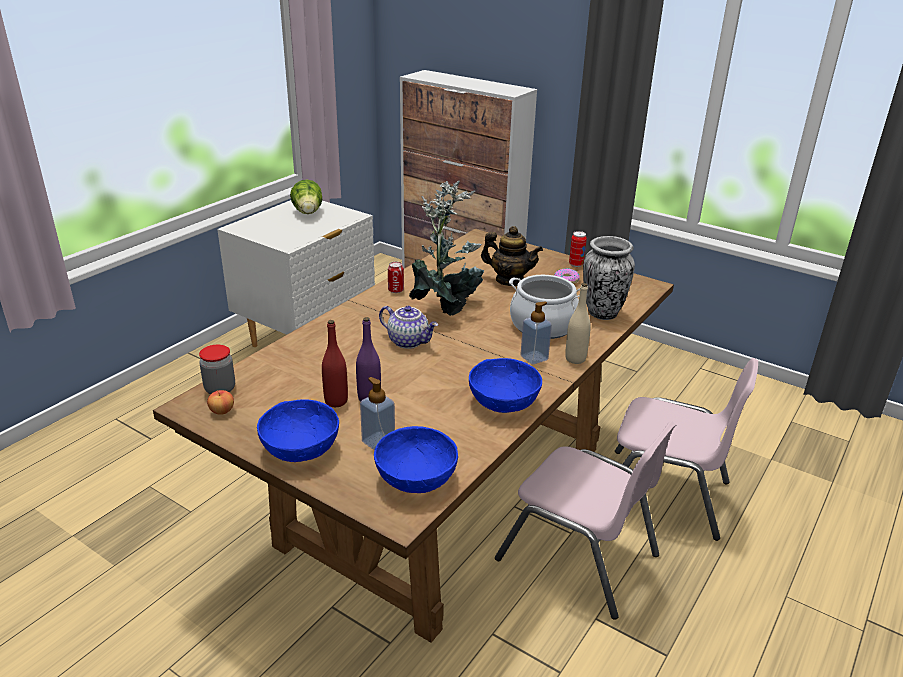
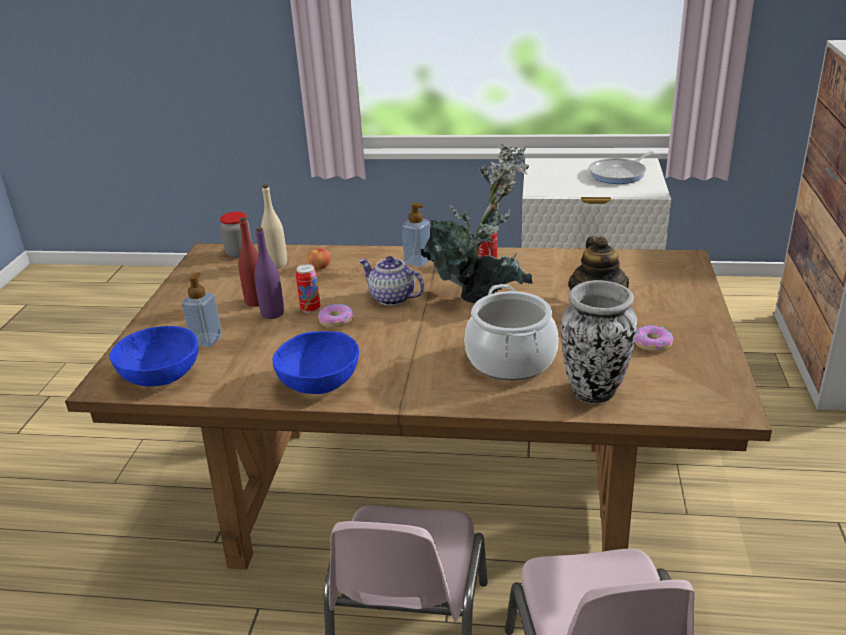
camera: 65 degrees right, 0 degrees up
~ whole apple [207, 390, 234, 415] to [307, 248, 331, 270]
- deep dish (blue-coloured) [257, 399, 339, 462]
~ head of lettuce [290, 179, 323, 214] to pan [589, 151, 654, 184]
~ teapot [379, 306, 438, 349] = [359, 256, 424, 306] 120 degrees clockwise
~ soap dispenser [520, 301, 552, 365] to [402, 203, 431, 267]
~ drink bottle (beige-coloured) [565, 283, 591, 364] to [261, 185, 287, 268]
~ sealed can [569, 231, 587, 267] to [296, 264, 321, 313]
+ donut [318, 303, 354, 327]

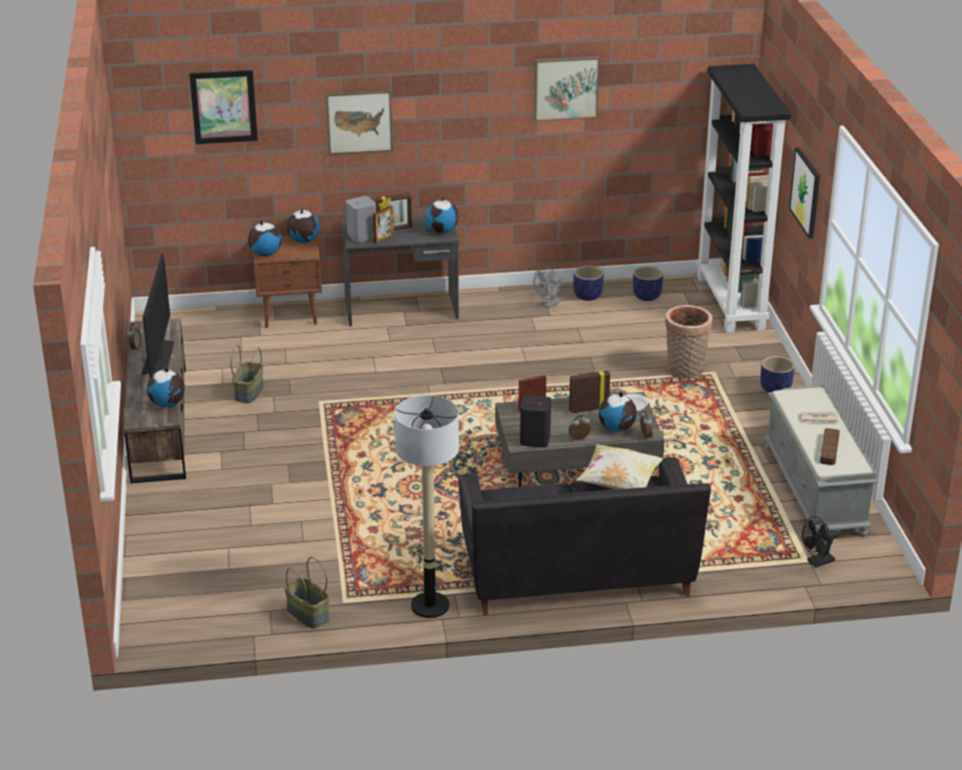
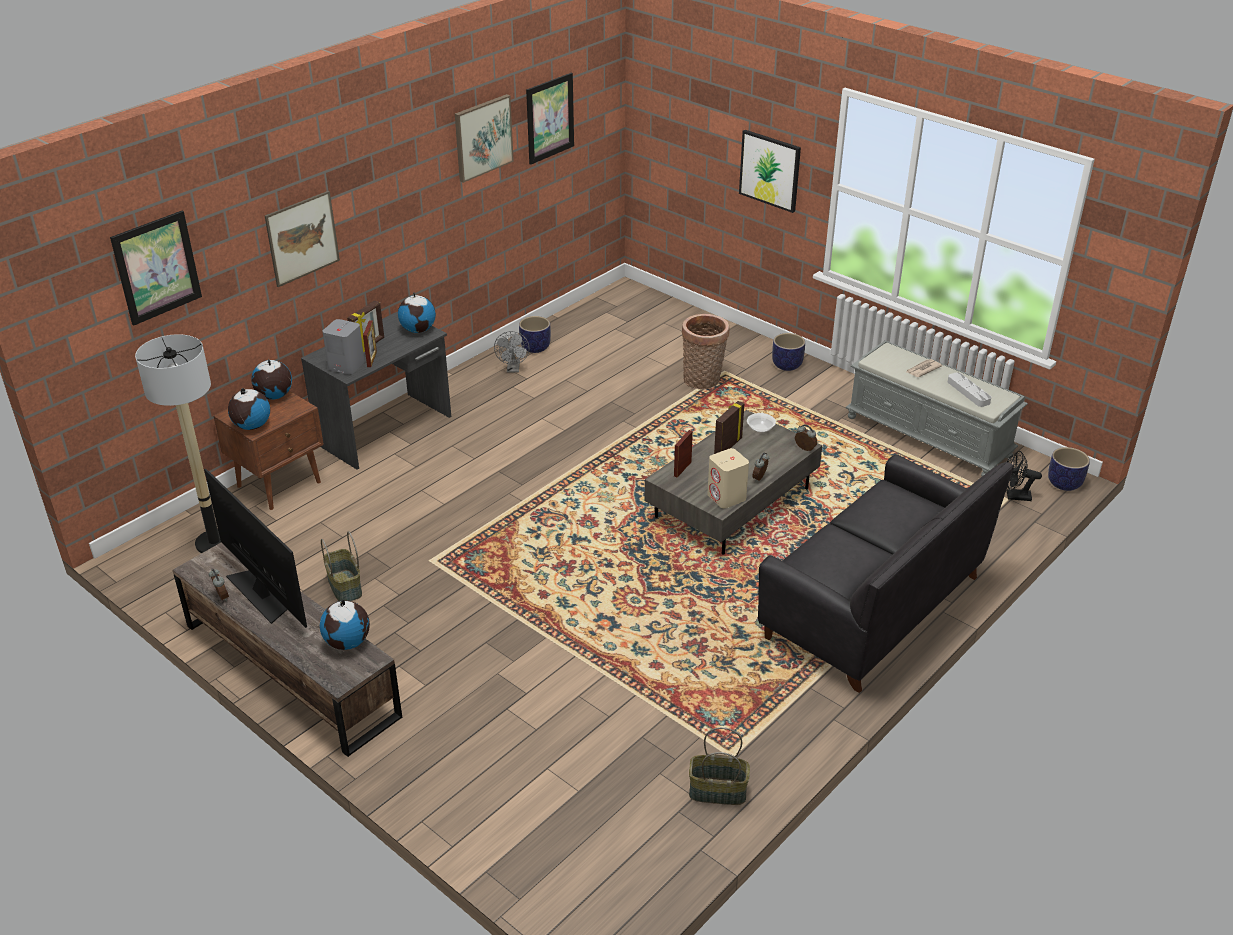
camera: 40 degrees left, 5 degrees up
~ floor lamp [394, 395, 459, 618] to [135, 334, 221, 553]
~ loudspeaker (blackish) [520, 395, 551, 448] to loudspeaker (beige-coloured) [708, 448, 749, 508]
- cushion [576, 444, 664, 489]
- desk globe [599, 392, 637, 432]
~ planter [633, 266, 663, 301] to [1048, 447, 1090, 491]
- bookcase (blackish) [696, 64, 791, 333]
~ electric fan (blackish) [802, 516, 839, 568] = [1006, 451, 1042, 501] 75 degrees clockwise
~ tray (brown) [820, 428, 840, 465] to tray (greyish) [948, 372, 991, 407]
+ picture [526, 73, 574, 165]

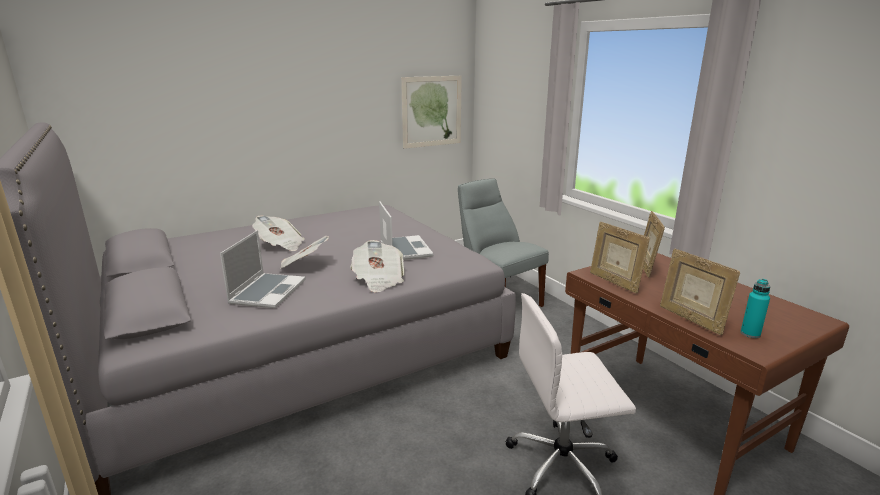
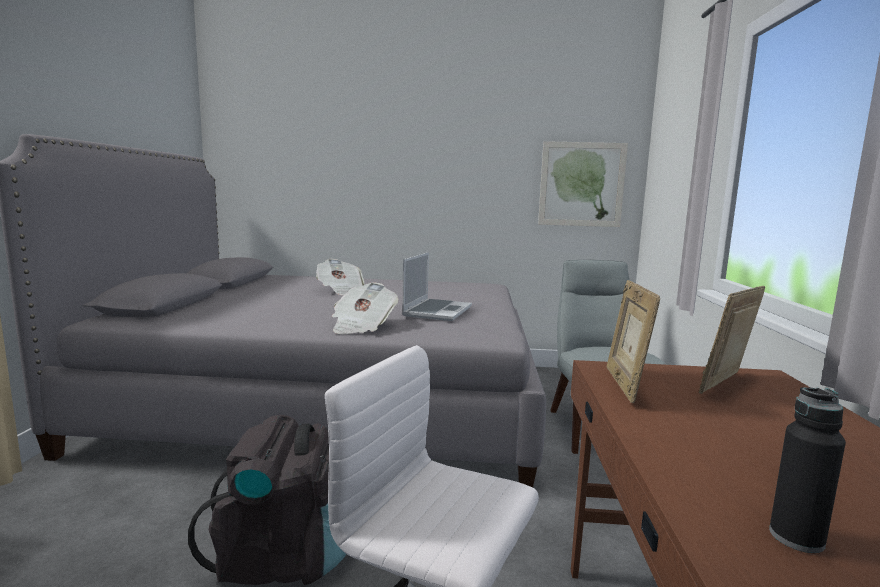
camera: 35 degrees right, 10 degrees down
- portable computer [220, 230, 306, 308]
- printed paper [280, 236, 329, 269]
- picture frame [660, 249, 740, 335]
~ drink bottle (turquoise) [741, 279, 770, 338] to drink bottle (blackish) [769, 387, 846, 553]
+ knapsack (blackish) [188, 415, 346, 585]

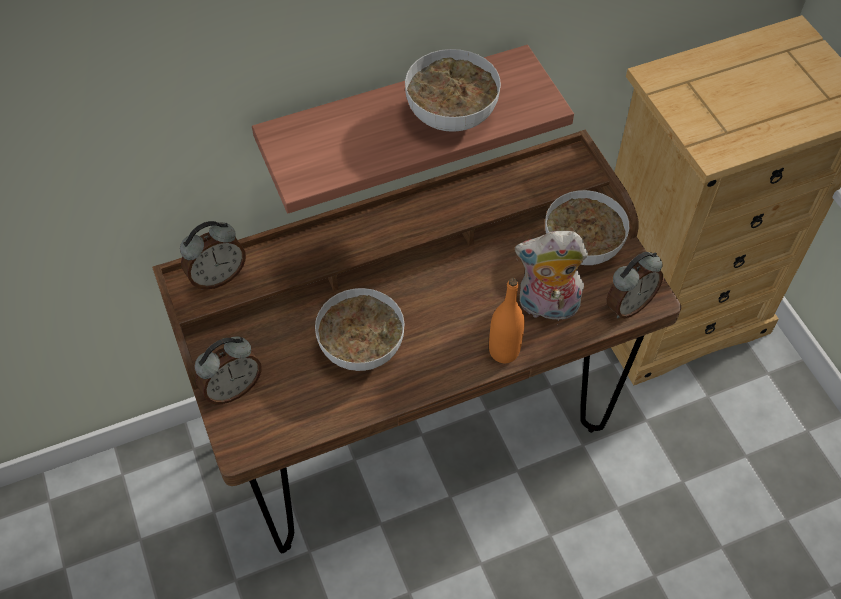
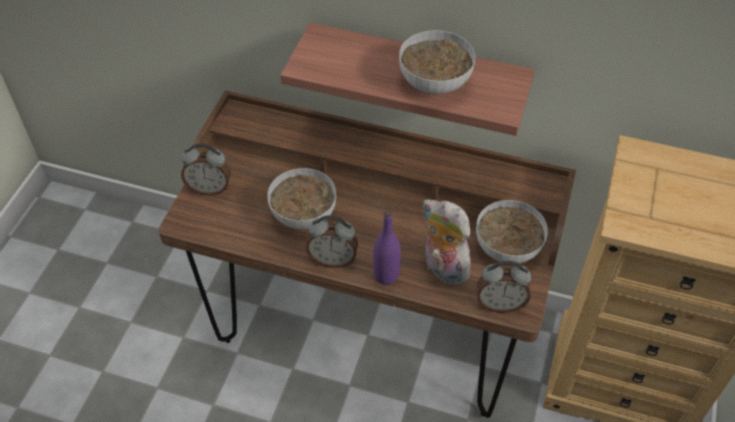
camera: 40 degrees right, 5 degrees down
~ alarm clock [180, 221, 246, 290] to [306, 215, 358, 268]
~ drink bottle (orange-coloured) [489, 278, 525, 363] to drink bottle (purplish) [373, 210, 401, 285]

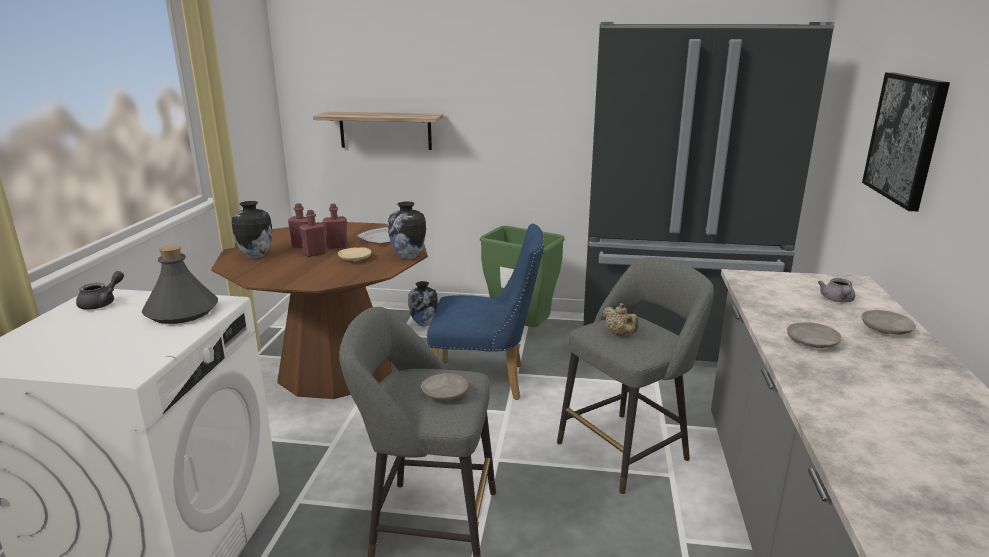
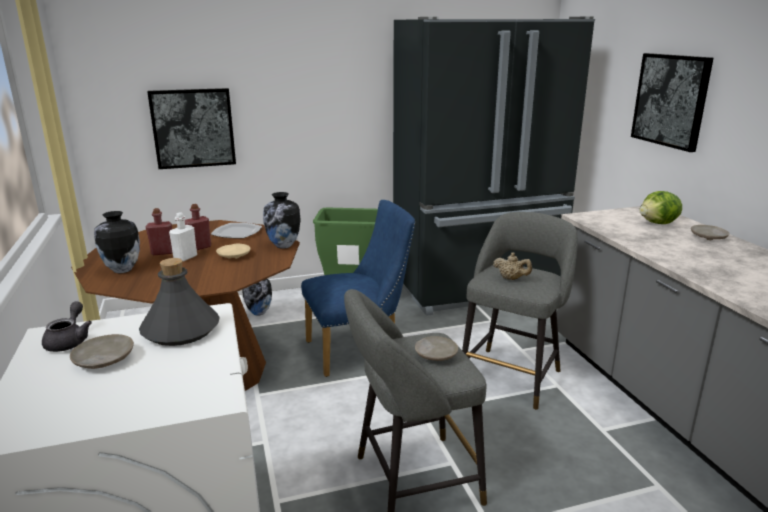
camera: 25 degrees left, 0 degrees up
~ drink bottle (reddish) [300, 210, 326, 257] to drink bottle (white) [169, 212, 197, 262]
~ wall shelf [313, 112, 444, 150] to picture [147, 88, 236, 169]
~ dinner plate (beige-coloured) [787, 322, 842, 348] to [70, 334, 134, 369]
~ teapot (greyish) [818, 278, 855, 302] to head of lettuce [639, 191, 682, 224]

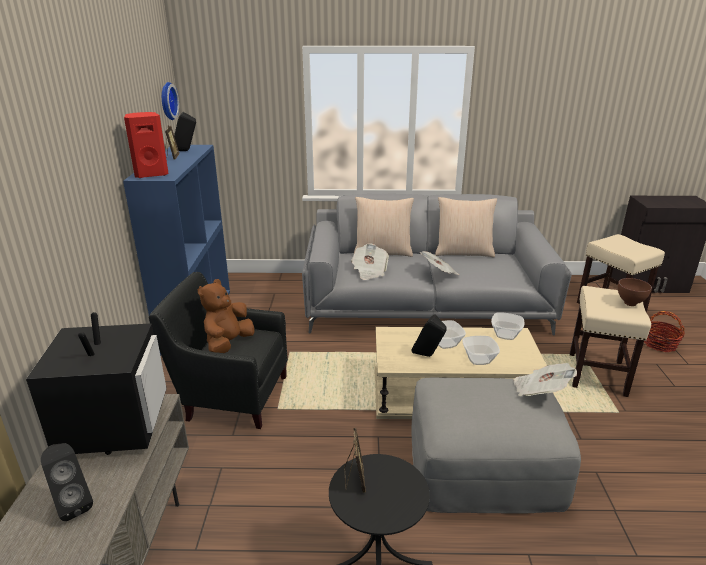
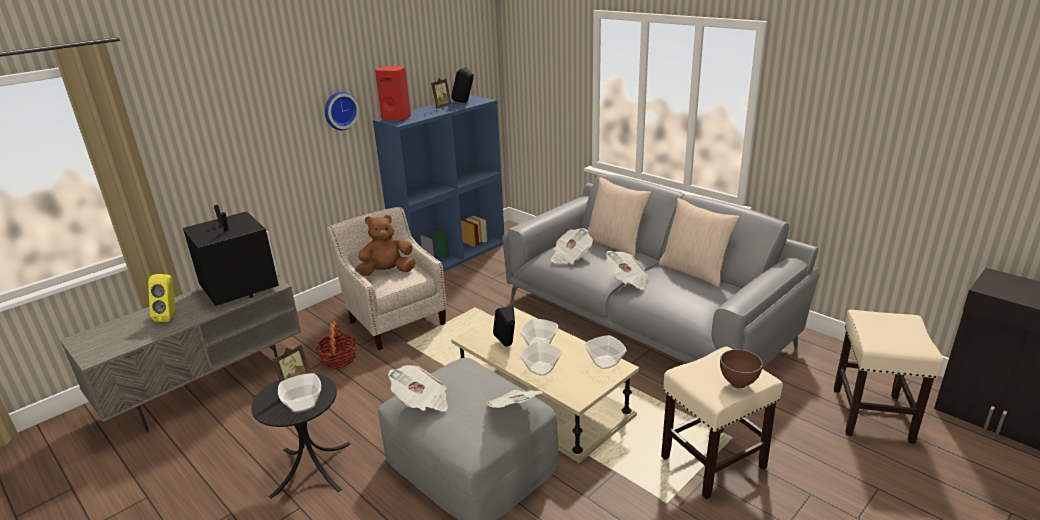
camera: 45 degrees right, 0 degrees up
~ TV set [26, 312, 167, 455] = [183, 205, 279, 306] 75 degrees counterclockwise
~ loudspeaker (blackish) [41, 443, 93, 521] to loudspeaker (yellowish) [148, 274, 175, 322]
~ lounge chair (blackish) [149, 272, 288, 429] to lounge chair (beige-coloured) [327, 207, 447, 350]
~ clock on the wall [162, 82, 179, 120] to [325, 91, 359, 130]
~ storage basket [644, 311, 685, 352] to [316, 322, 356, 369]
+ deep dish [278, 373, 321, 412]
+ printed paper [388, 365, 448, 411]

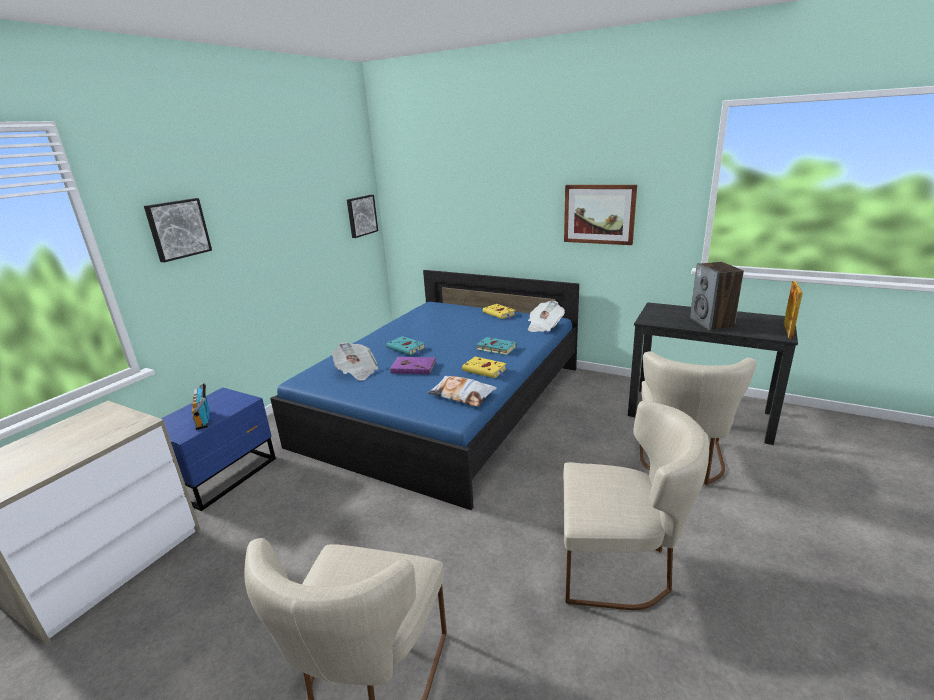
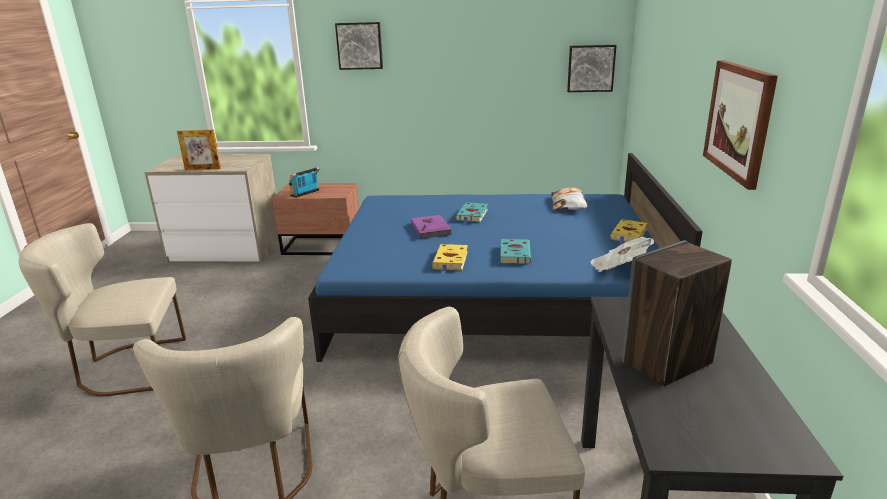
camera: 65 degrees right, 0 degrees up
~ night table (blue-coloured) [161, 388, 276, 511] to night table (brown) [272, 183, 359, 255]
- printed paper [332, 342, 378, 381]
~ cushion [428, 376, 497, 407] to [552, 188, 587, 210]
~ picture frame [784, 281, 803, 339] to [177, 130, 221, 170]

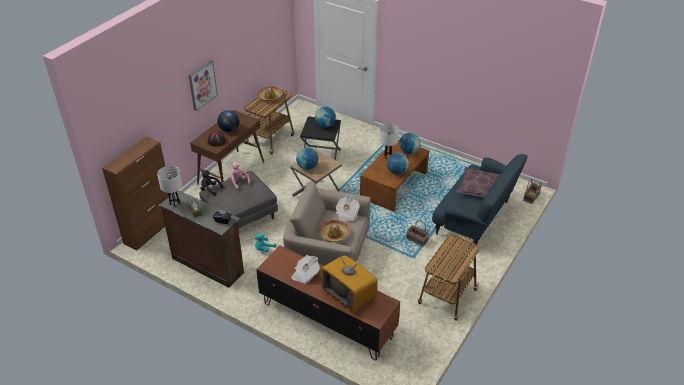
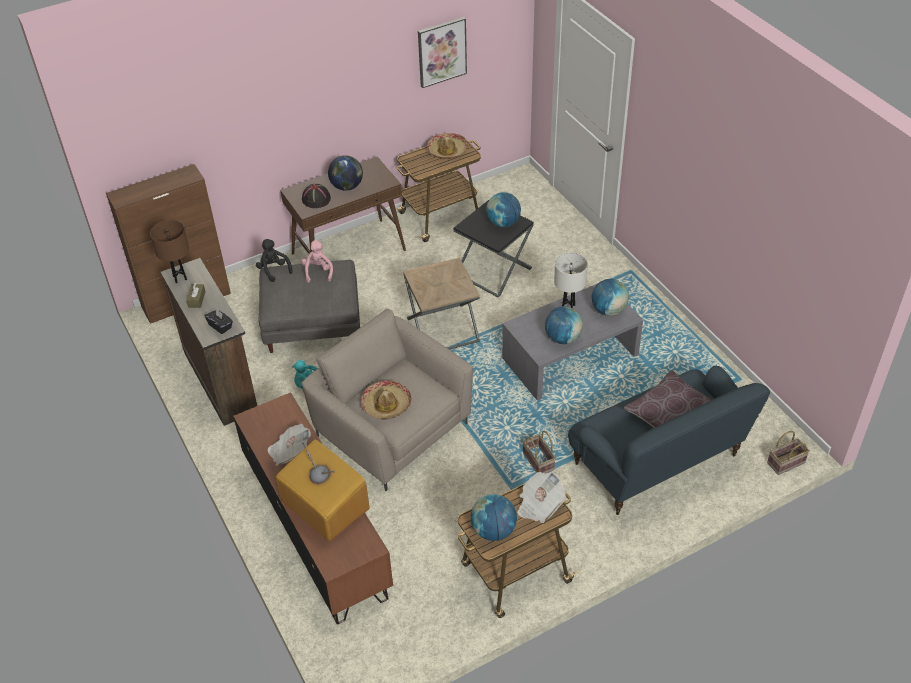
camera: 30 degrees right, 5 degrees up
~ tabletop lamp (white) [157, 166, 182, 208] to tabletop lamp (brown) [150, 220, 189, 283]
~ picture [188, 60, 218, 111] to [418, 17, 467, 88]
~ desk globe [296, 148, 319, 170] to [471, 494, 517, 541]
~ TV set [321, 251, 378, 313] = [275, 439, 369, 541] 150 degrees clockwise
~ printed paper [336, 196, 360, 222] to [517, 472, 566, 523]
~ low table (brown) [360, 139, 429, 212] to low table (greyish) [502, 283, 643, 401]

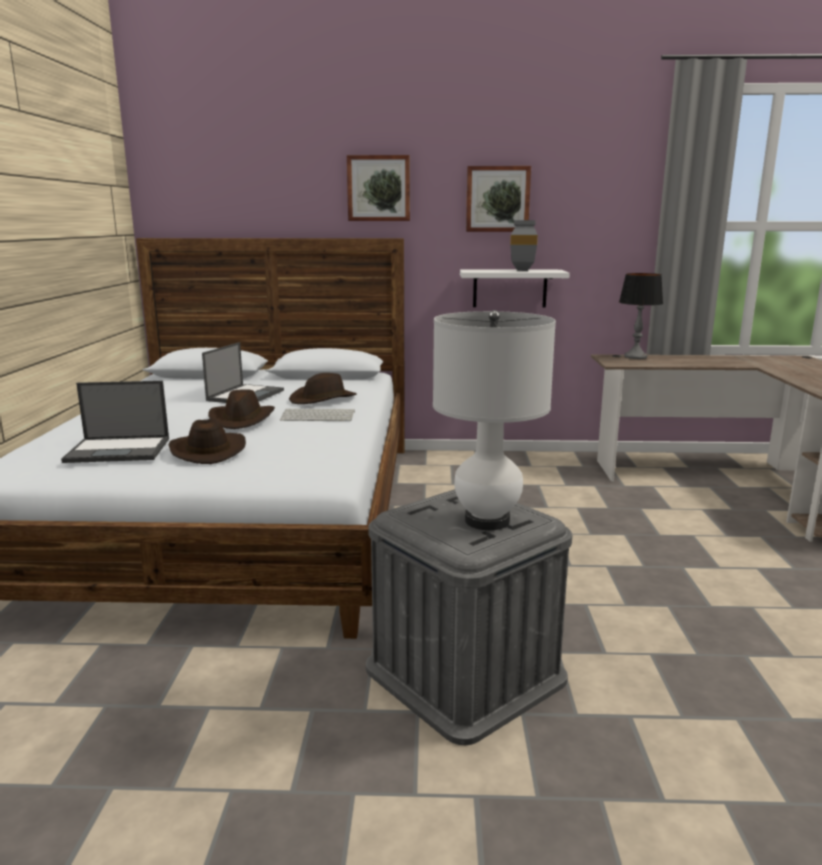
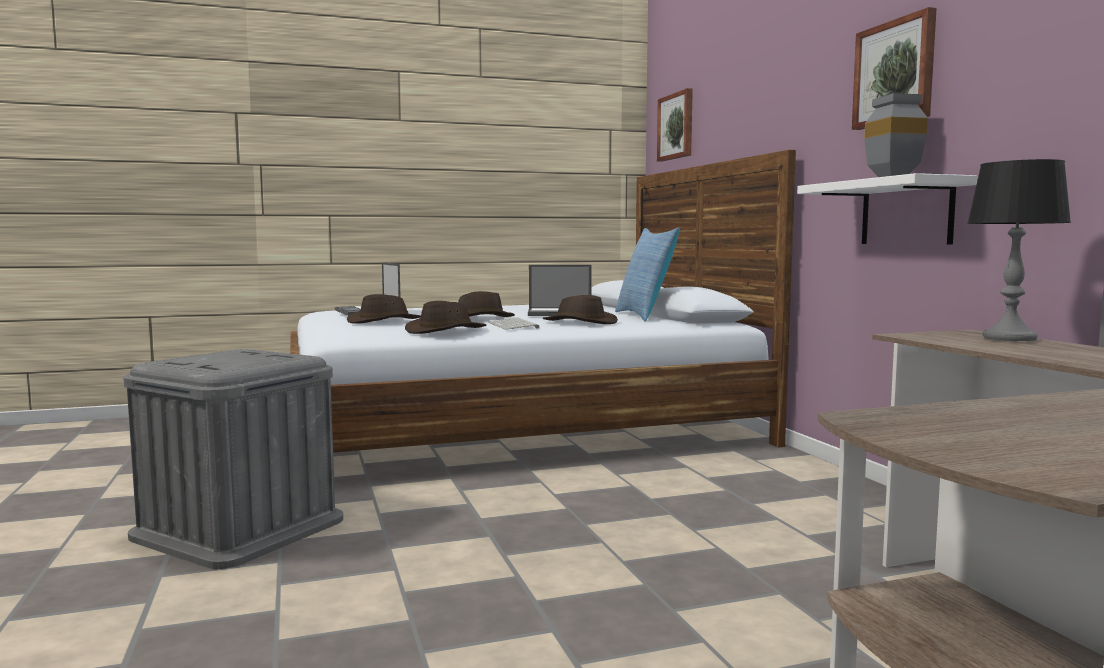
camera: 70 degrees right, 10 degrees down
~ picture [347, 155, 410, 221] to [657, 88, 693, 162]
- tabletop lamp (white) [433, 310, 556, 530]
+ hat (brown) [405, 301, 486, 334]
+ cushion [615, 228, 680, 322]

